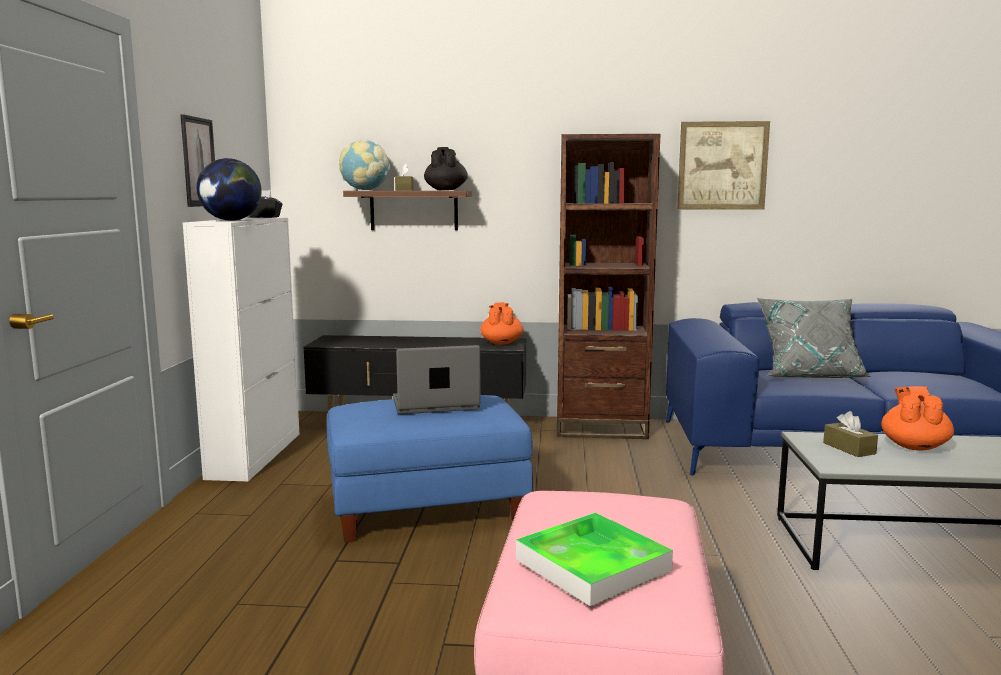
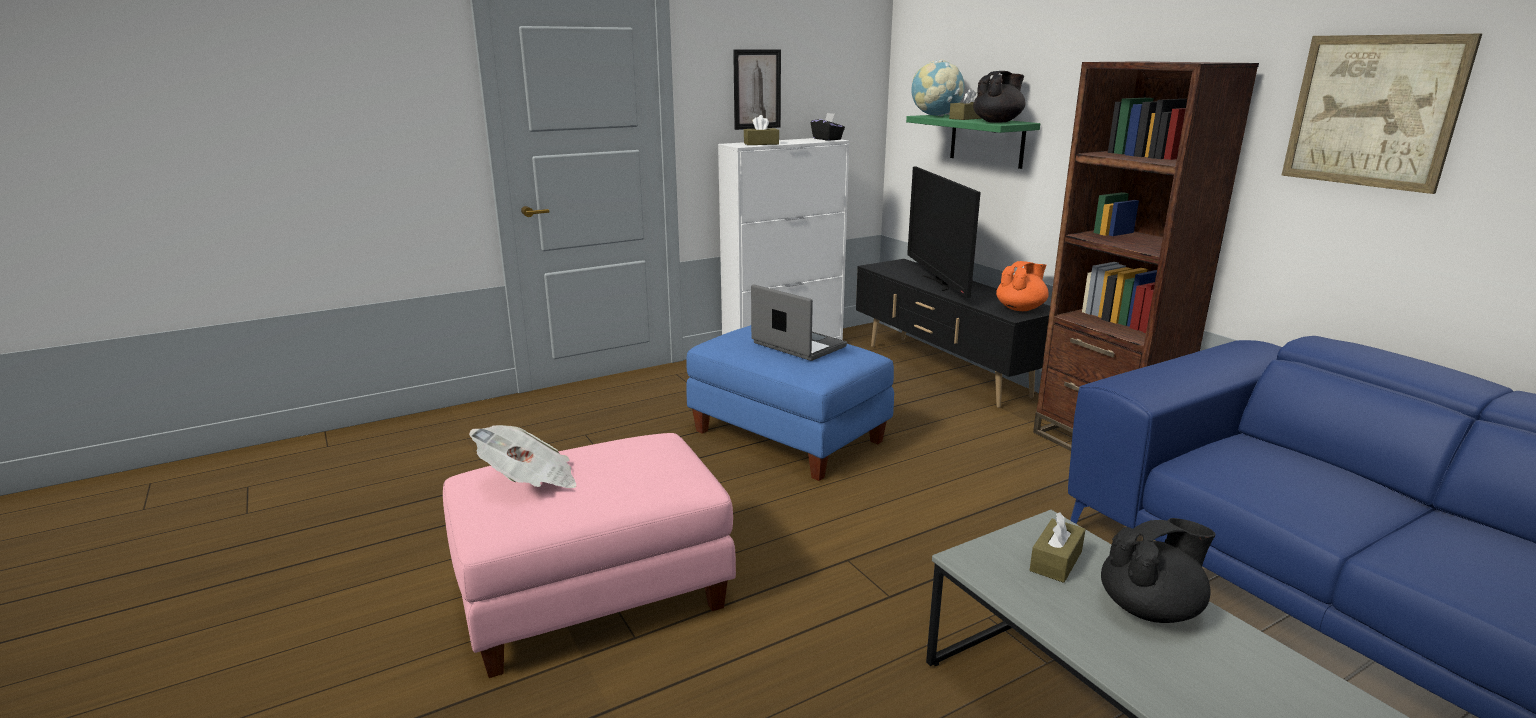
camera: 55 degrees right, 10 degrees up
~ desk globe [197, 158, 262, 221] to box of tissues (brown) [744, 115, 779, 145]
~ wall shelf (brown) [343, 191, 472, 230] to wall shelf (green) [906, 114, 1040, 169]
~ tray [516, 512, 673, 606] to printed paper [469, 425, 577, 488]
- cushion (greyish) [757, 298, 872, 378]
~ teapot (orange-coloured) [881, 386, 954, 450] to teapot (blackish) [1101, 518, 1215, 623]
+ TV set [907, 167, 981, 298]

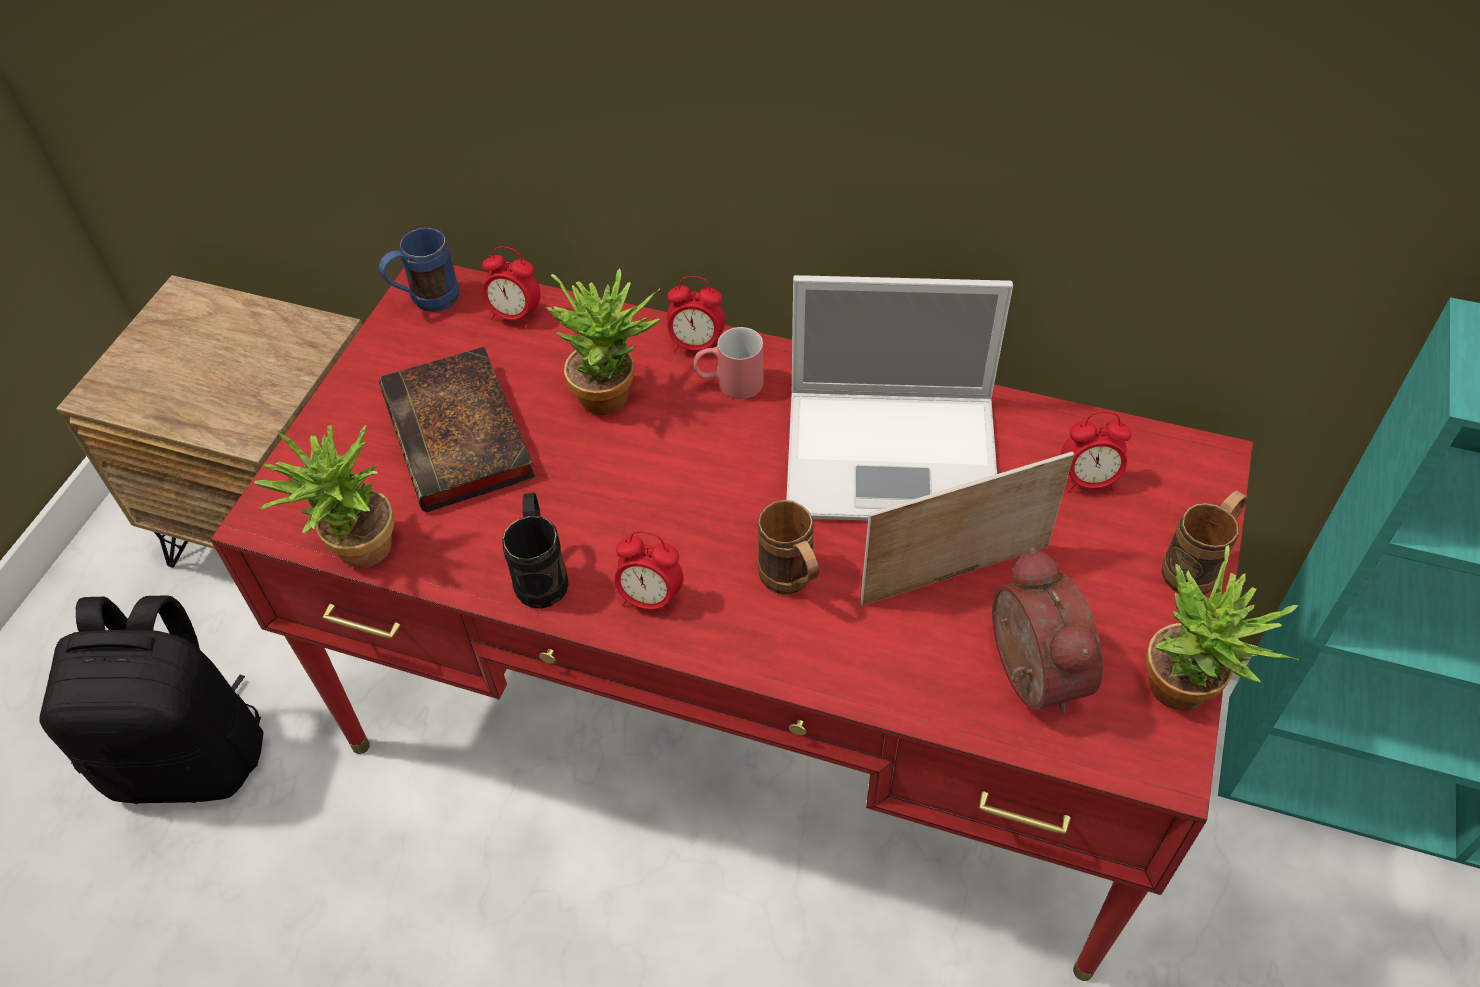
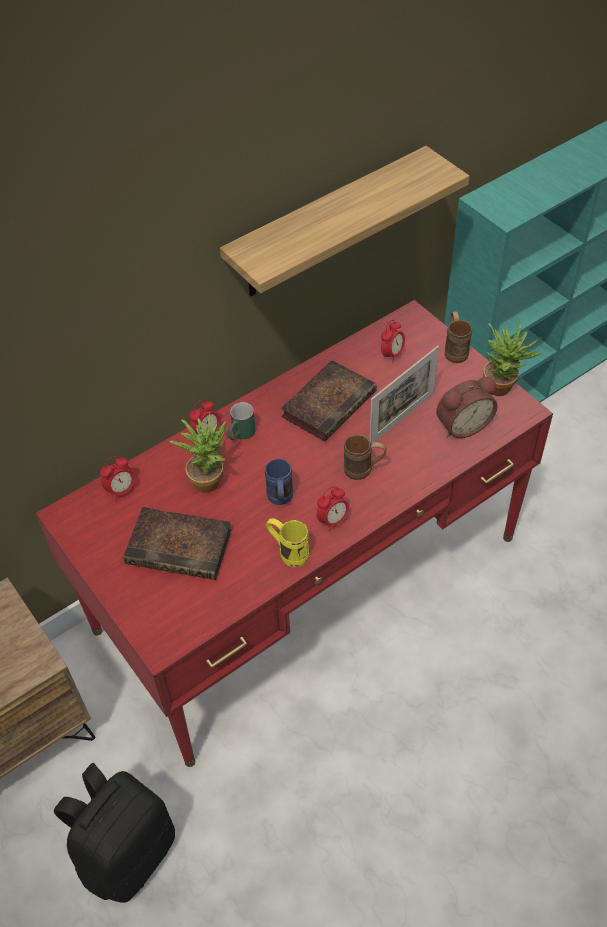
camera: 55 degrees left, 0 degrees up
- plant in a pot [254, 425, 394, 568]
~ mug (blue-coloured) [379, 228, 459, 312] to [265, 458, 293, 505]
~ mug (blackish) [502, 493, 568, 608] to mug (yellowish) [266, 518, 309, 567]
~ mug (reddish) [693, 327, 763, 399] to mug (green) [227, 402, 256, 440]
~ portable computer [786, 275, 1013, 521] to book [281, 360, 377, 442]
~ picture frame [860, 452, 1074, 606] = [369, 346, 439, 444] 150 degrees counterclockwise
~ alarm clock [992, 548, 1103, 714] = [436, 377, 498, 438] 135 degrees clockwise
+ wall shelf [220, 146, 469, 296]

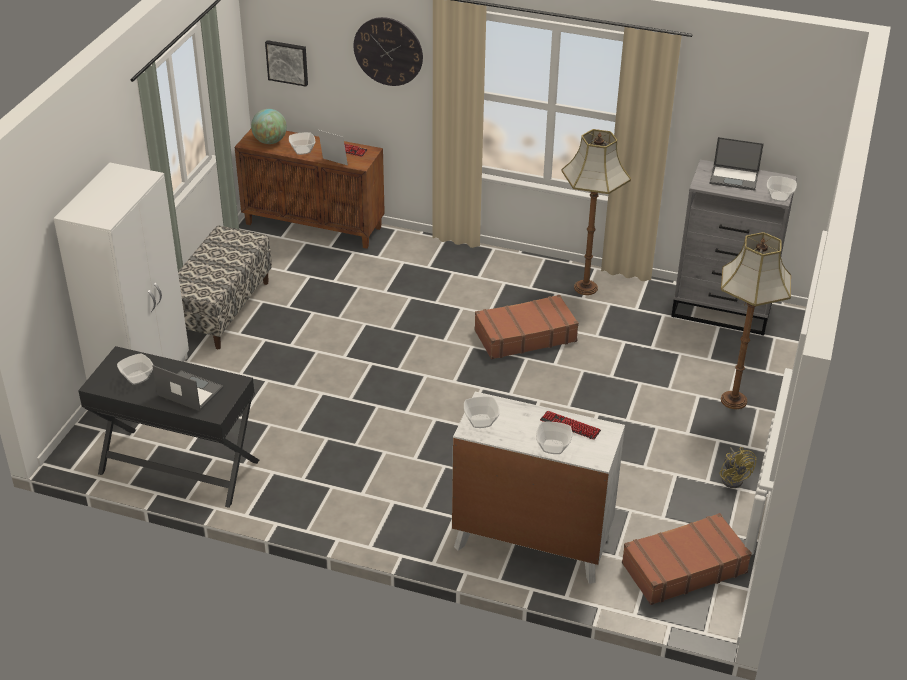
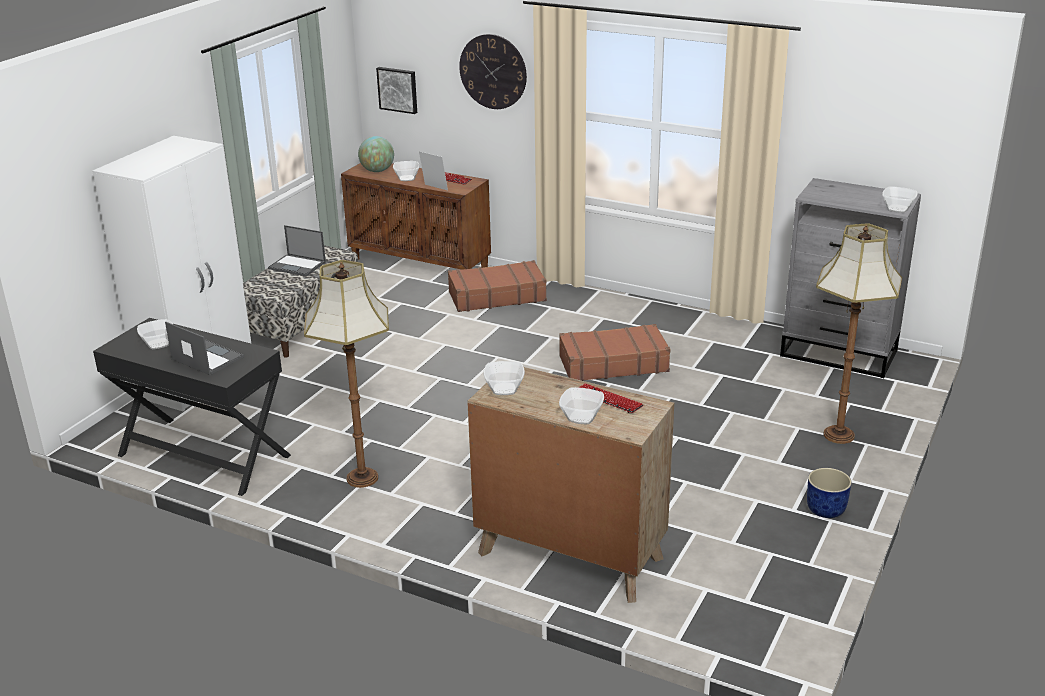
camera: 10 degrees right, 10 degrees down
~ chest of drawers (white) [452, 392, 625, 584] to chest of drawers (brown) [467, 367, 674, 603]
~ floor lamp [562, 129, 631, 295] to [304, 260, 389, 488]
~ piece of luggage (brown) [622, 513, 752, 605] to [448, 260, 547, 312]
~ portable computer [709, 137, 764, 191] to [268, 225, 326, 276]
~ electric fan (yellowish) [719, 447, 756, 488] to planter (blue-coloured) [807, 468, 852, 518]

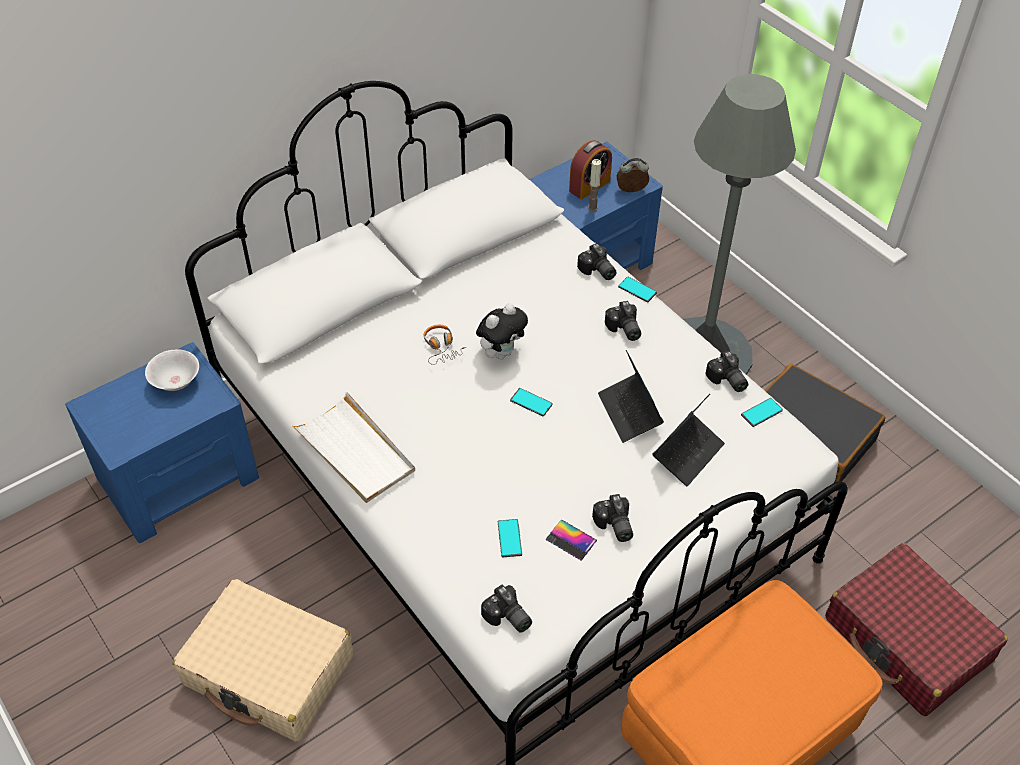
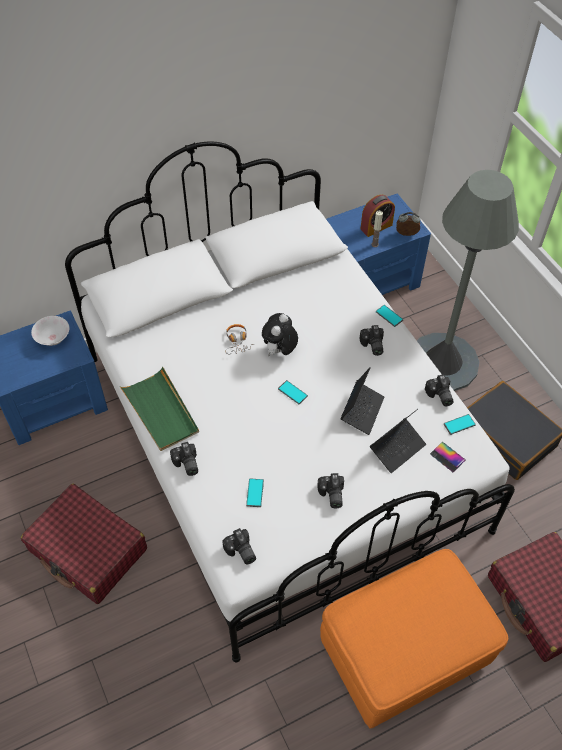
camera: 10 degrees right, 5 degrees up
~ piece of luggage (beige-coloured) [172, 579, 354, 742] to piece of luggage (reddish) [21, 484, 147, 604]
~ tray (white) [292, 392, 415, 503] to tray (green) [120, 367, 199, 451]
~ plush toy [476, 303, 528, 359] = [262, 313, 298, 356] 150 degrees clockwise
~ phone [545, 519, 597, 561] to [430, 442, 466, 472]
~ still camera [577, 243, 617, 280] to [170, 442, 198, 476]
~ portable computer [598, 350, 664, 443] = [340, 367, 384, 435] 150 degrees counterclockwise

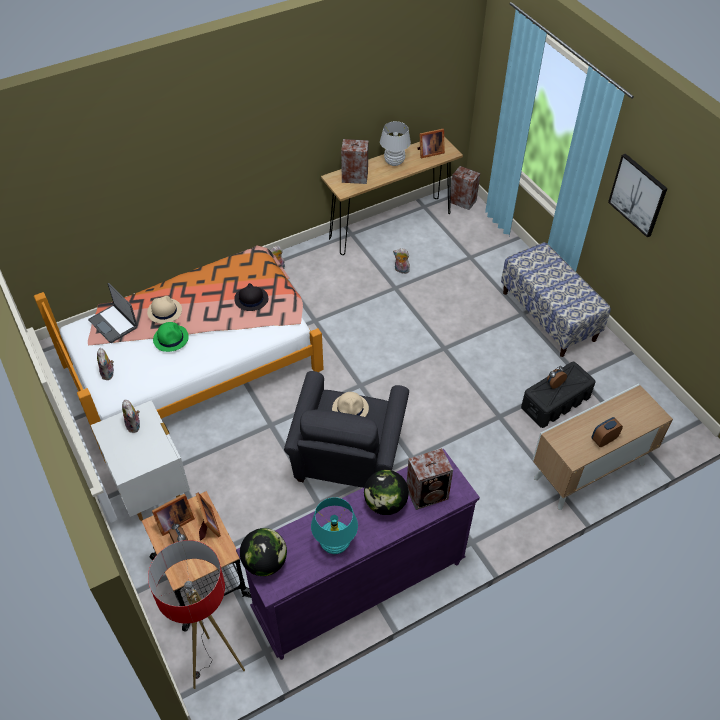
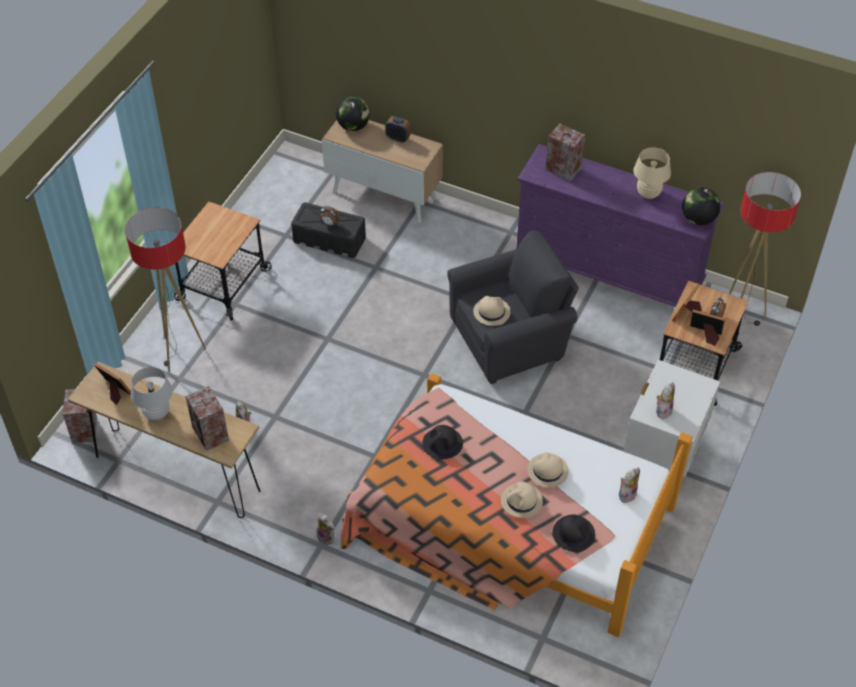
camera: 125 degrees left, 0 degrees up
~ portable computer [88, 283, 137, 343] to hat (blackish) [553, 514, 595, 552]
~ hat (green) [153, 322, 189, 352] to hat (beige-coloured) [527, 452, 569, 487]
~ tabletop lamp (turquoise) [311, 497, 358, 554] to tabletop lamp (beige-coloured) [633, 147, 671, 199]
~ desk globe [364, 470, 409, 515] to [336, 97, 370, 131]
~ indoor bench [501, 242, 611, 357] to wheeled cart [174, 201, 272, 321]
- picture [608, 153, 668, 237]
+ floor lamp [125, 207, 206, 372]

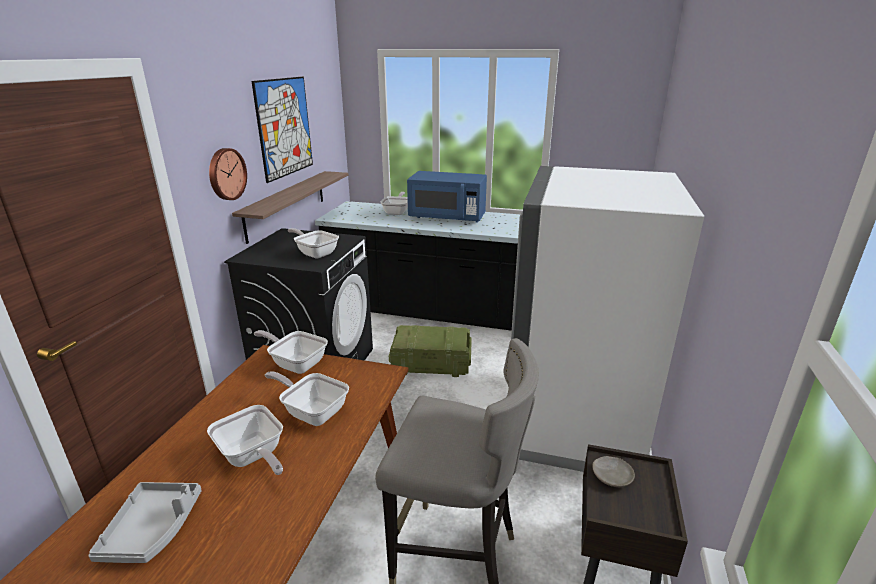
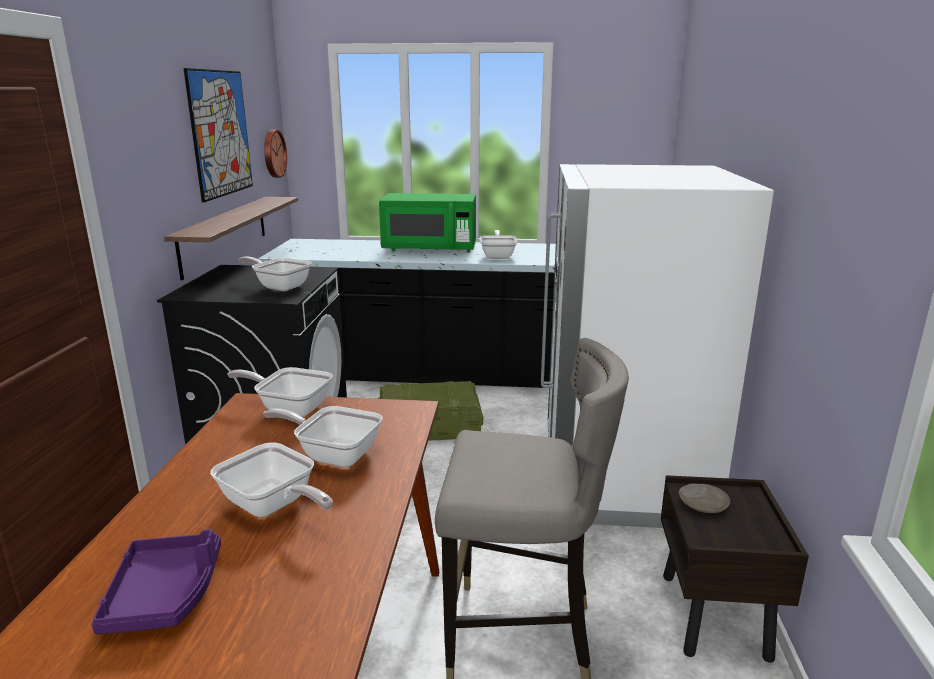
camera: 10 degrees left, 5 degrees down
~ tray (greyish) [88, 482, 202, 563] to tray (purplish) [92, 529, 221, 634]
~ clock on the wall [209, 148, 247, 200] to [264, 130, 287, 178]
~ pan [381, 192, 408, 215] to [480, 230, 517, 259]
~ kitchen microwave (blue-coloured) [407, 171, 487, 223] to kitchen microwave (green) [379, 193, 476, 253]

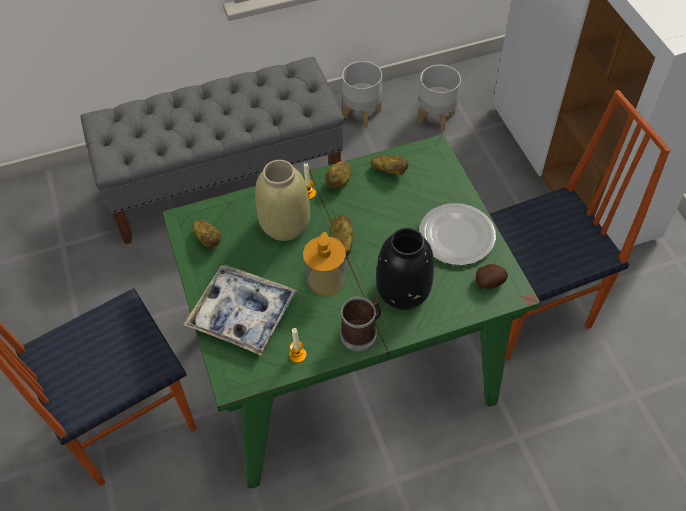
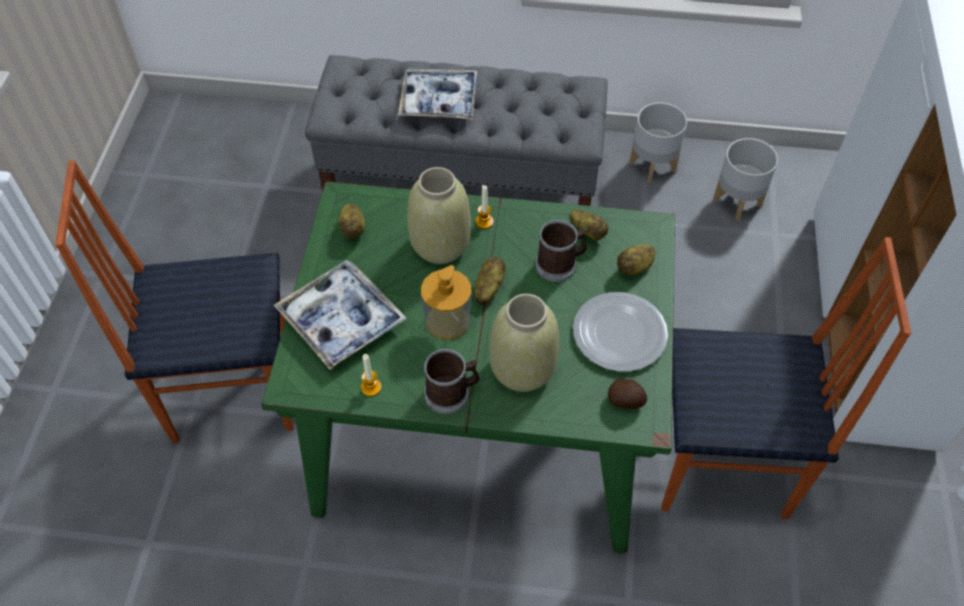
camera: 25 degrees right, 0 degrees up
~ potato [325, 161, 351, 189] to [617, 244, 655, 275]
~ flower vase (blackish) [376, 228, 434, 310] to flower vase (beige-coloured) [490, 294, 559, 392]
+ tray [398, 69, 478, 120]
+ mug [536, 220, 587, 282]

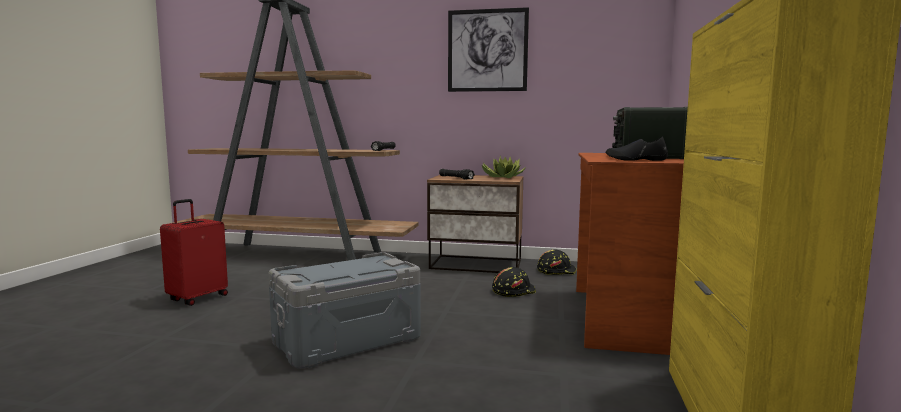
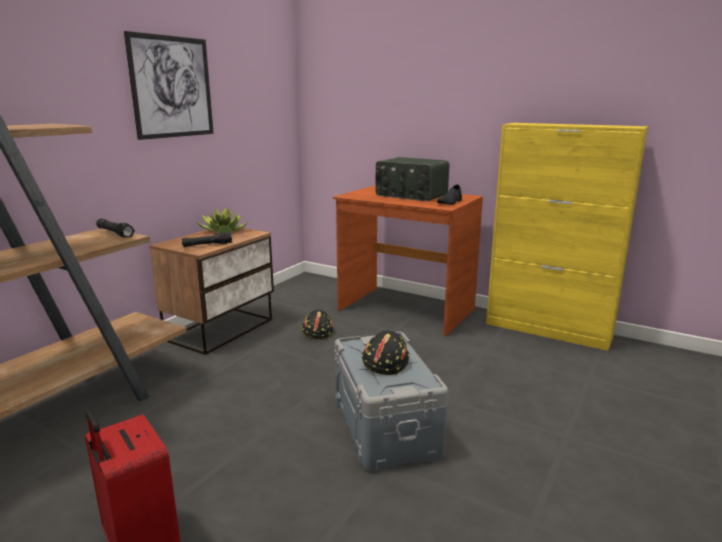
camera: 70 degrees left, 10 degrees up
~ work helmet (blackish) [537, 250, 576, 275] to [362, 331, 410, 375]

